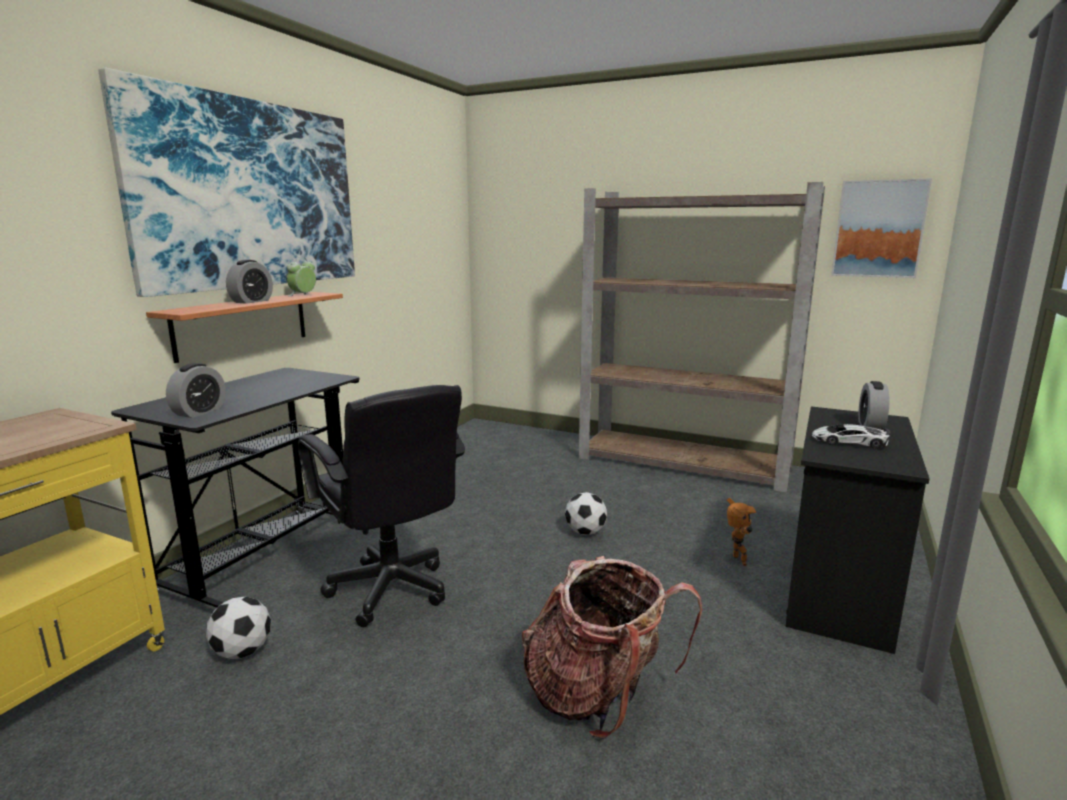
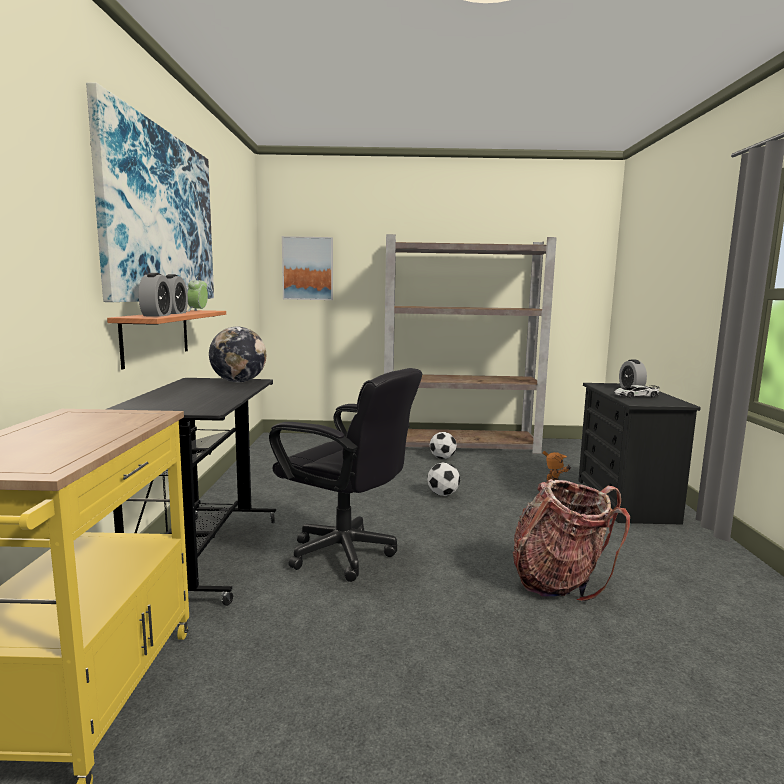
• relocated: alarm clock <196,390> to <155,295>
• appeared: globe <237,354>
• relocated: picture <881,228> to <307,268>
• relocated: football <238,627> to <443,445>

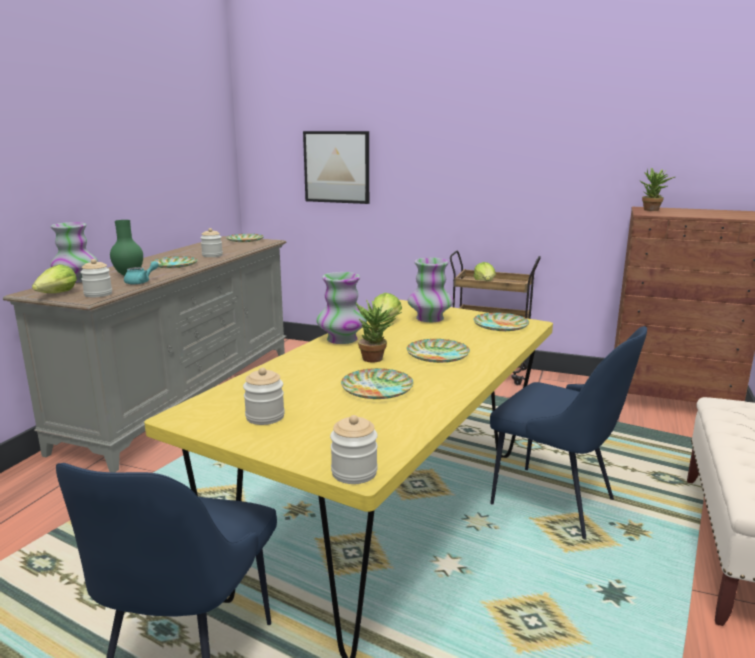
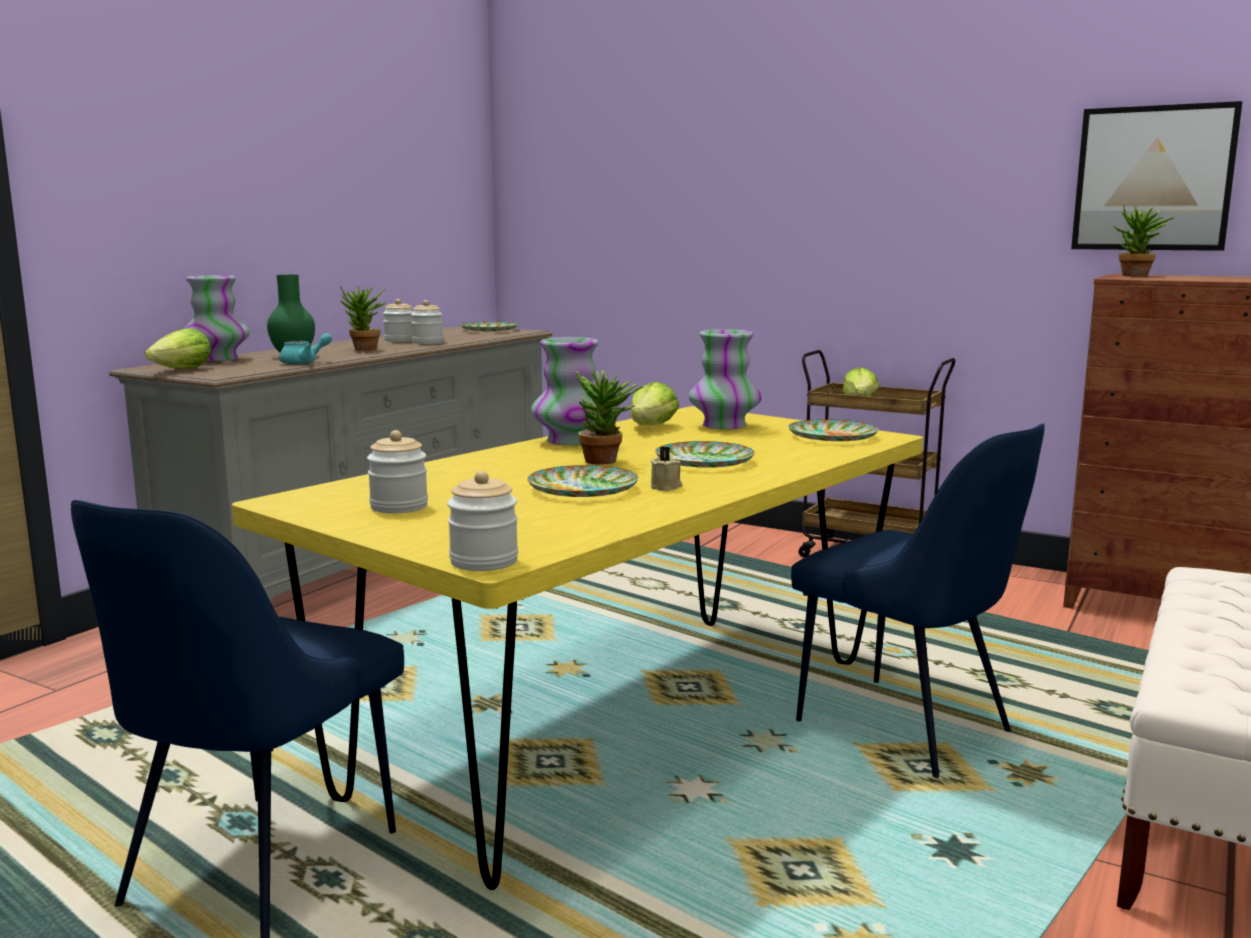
• exchanged: plate <174,262> to potted plant <363,318>
• relocated: jar <96,278> to <398,320>
• appeared: beige candle <667,468>
• relocated: picture <336,167> to <1157,176>

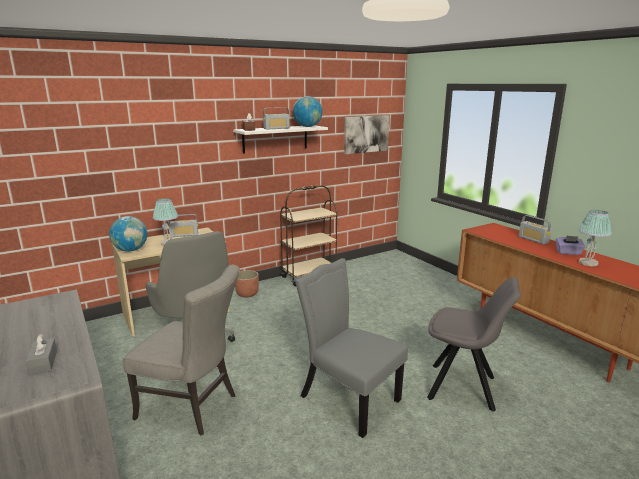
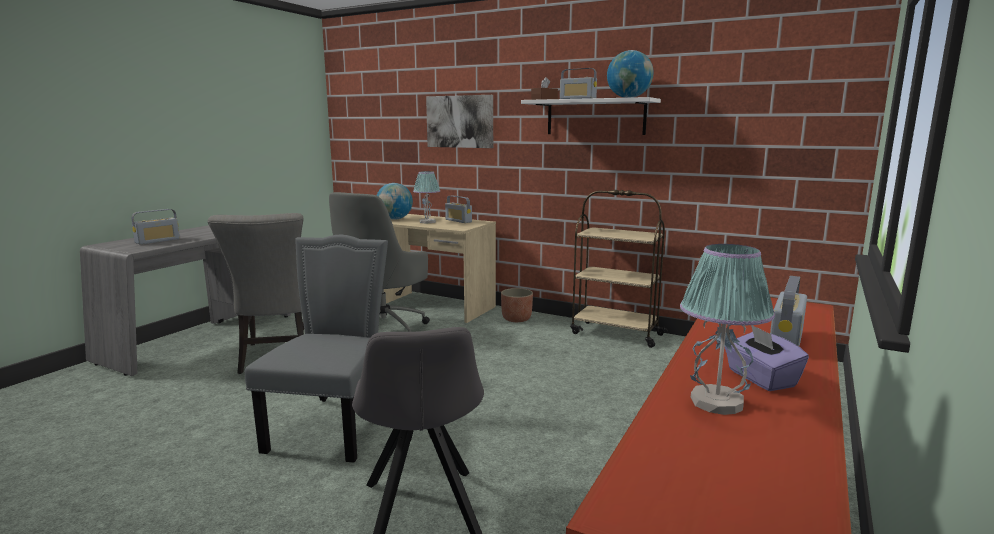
• exchanged: grey tissue box <41,354> to radio <156,226>
• relocated: picture <366,134> to <459,121>

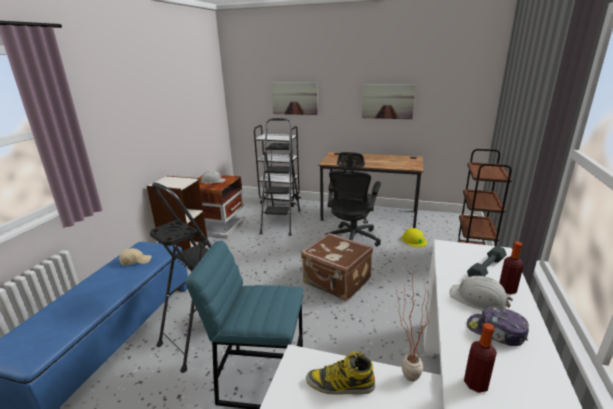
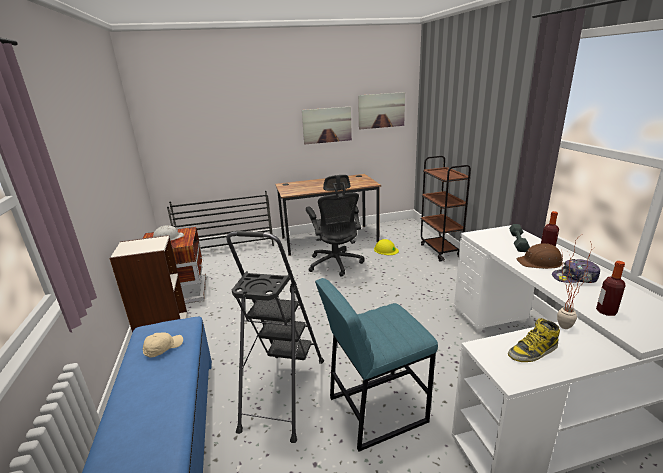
• exchanged: white cart <277,166> to black shoe rack <220,220>
• relocated: picture <294,98> to <381,111>
• colour: white hard hat <481,293> to brown hard hat <539,256>
• missing: step ladder <280,177>
• missing: brown suitcase <337,267>

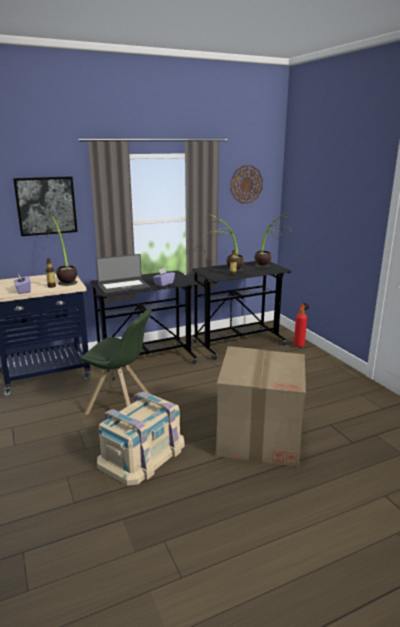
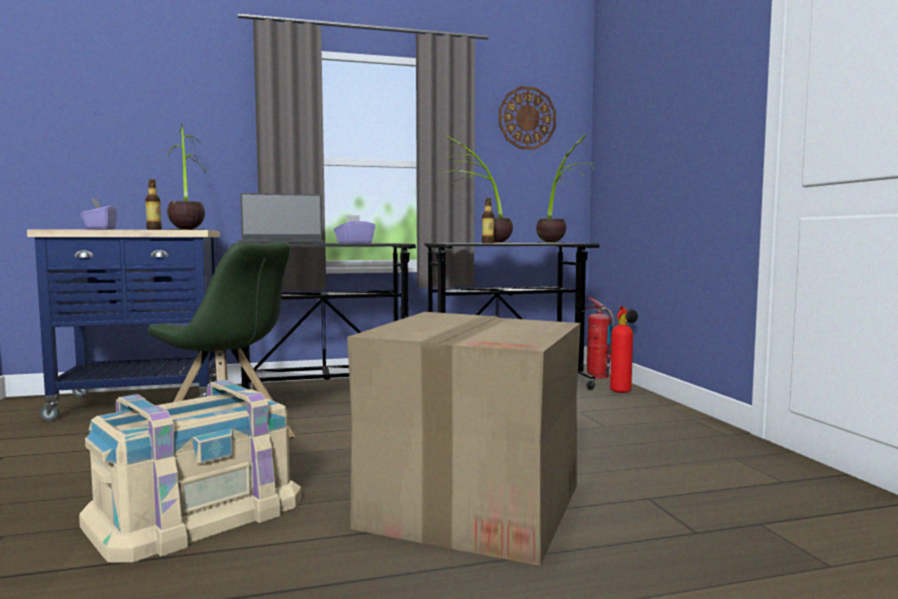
• appeared: fire extinguisher <600,338>
• missing: picture <45,206>

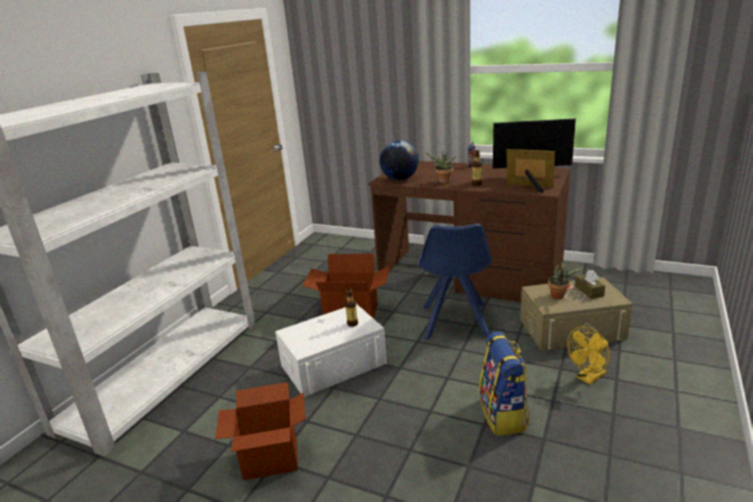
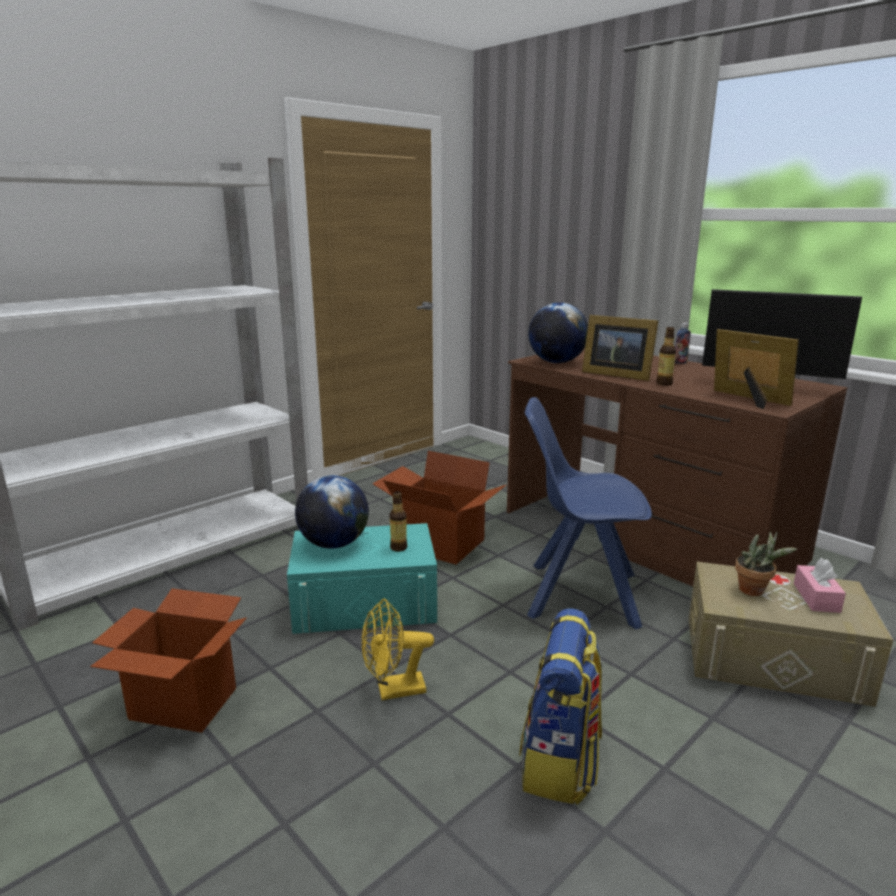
• colour: white storage box <331,350> to turquoise storage box <362,578>
• appeared: globe <332,512>
• relocated: yellow fan <588,355> to <397,649>
• spun: blue chair <455,281> = <588,513> 75 degrees clockwise
• exchanged: potted plant <441,167> to picture frame <620,348>
• colour: brown tissue box <590,284> to pink tissue box <820,585>

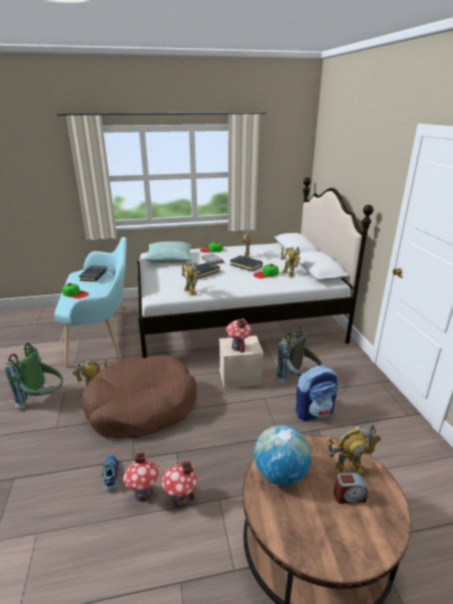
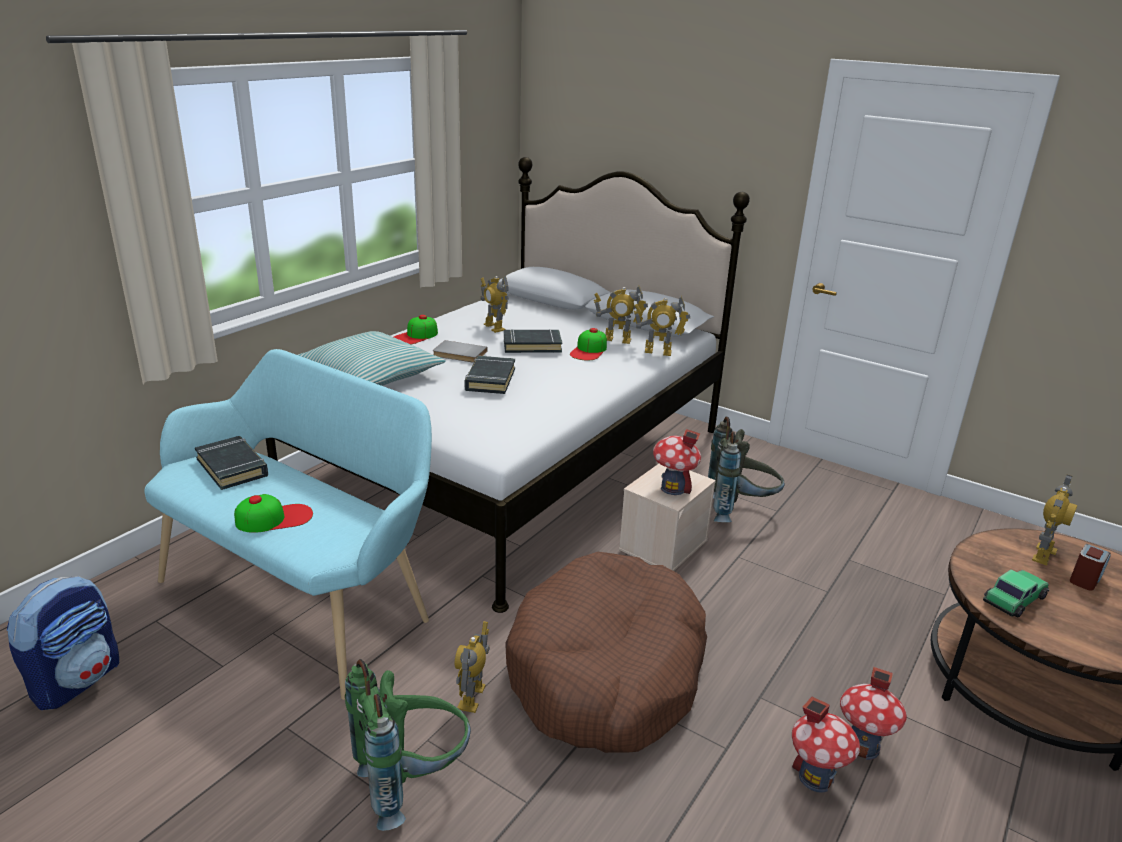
• relocated: backpack <317,393> to <63,643>
• relocated: toy robot <189,278> to <662,326>
• exchanged: globe <282,455> to toy car <1016,594>
• missing: shoe <110,473>

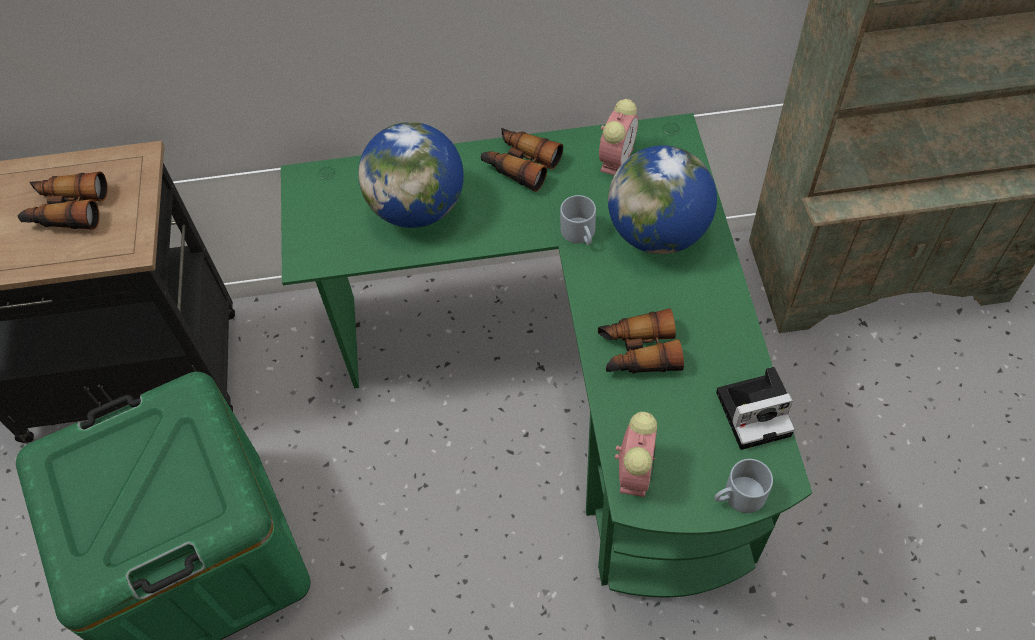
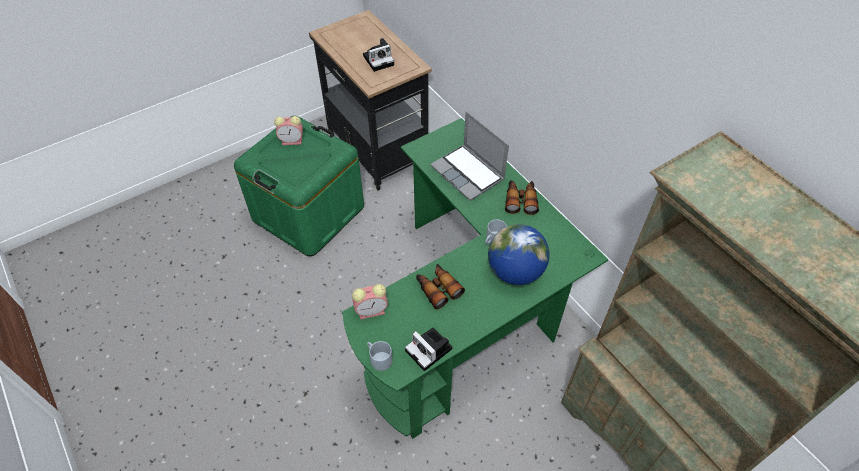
• relocated: alarm clock <618,137> to <288,130>
• exchanged: binoculars <62,200> to photo camera <378,55>
• exchanged: globe <411,175> to laptop <469,156>

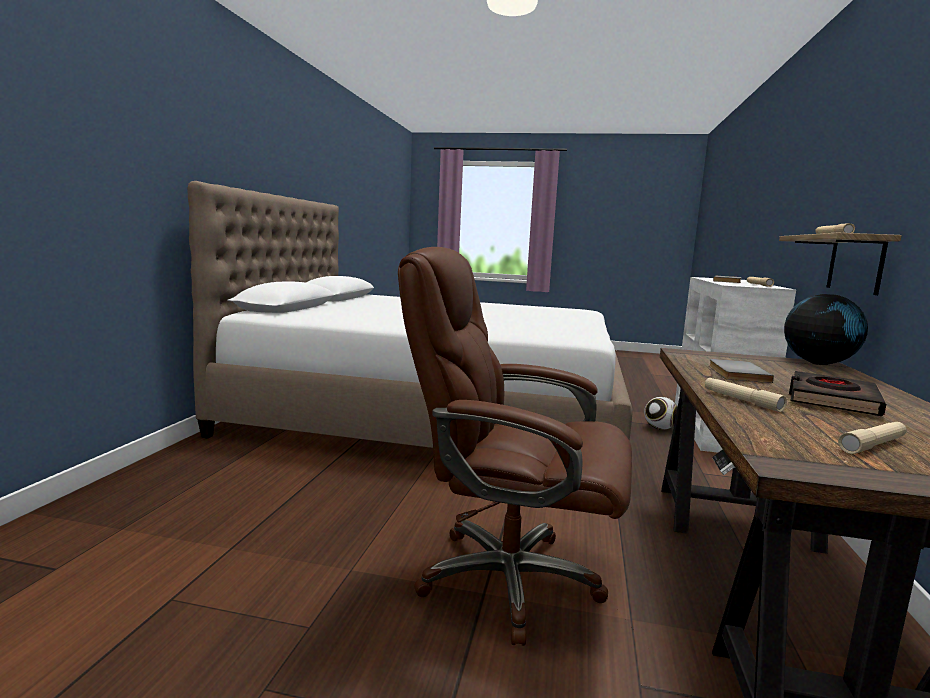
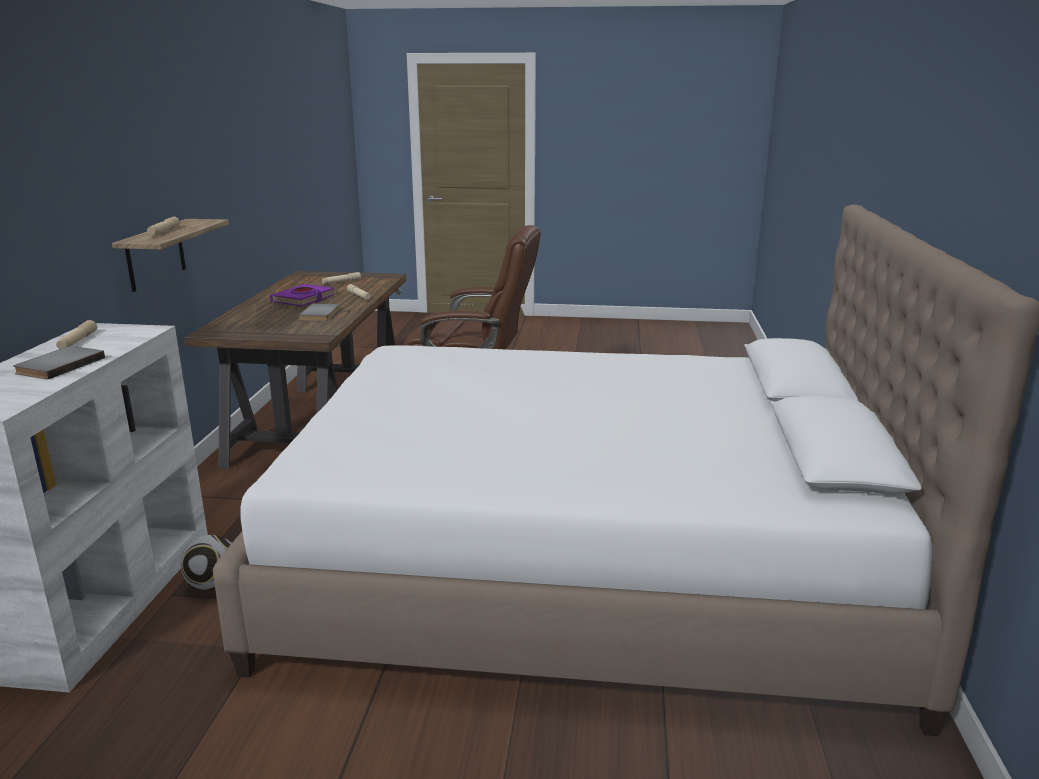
• colour: black book <837,393> to purple book <302,295>
• missing: globe <826,329>

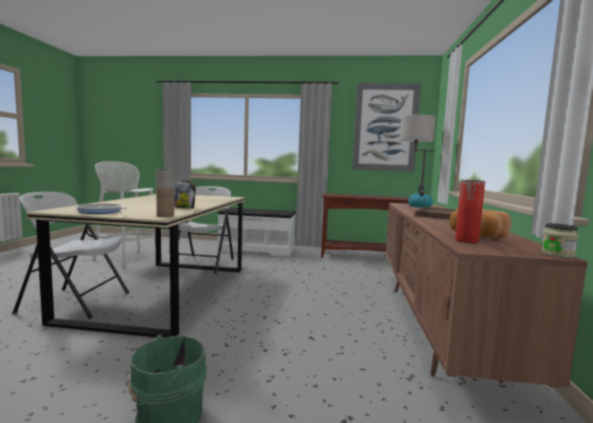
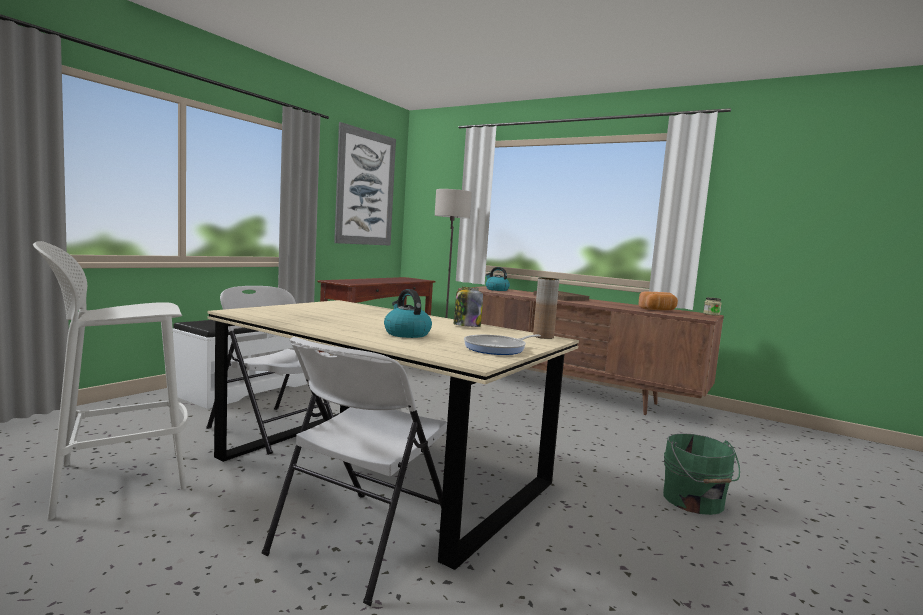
• appeared: kettle <408,313>
• missing: red vase <470,211>

